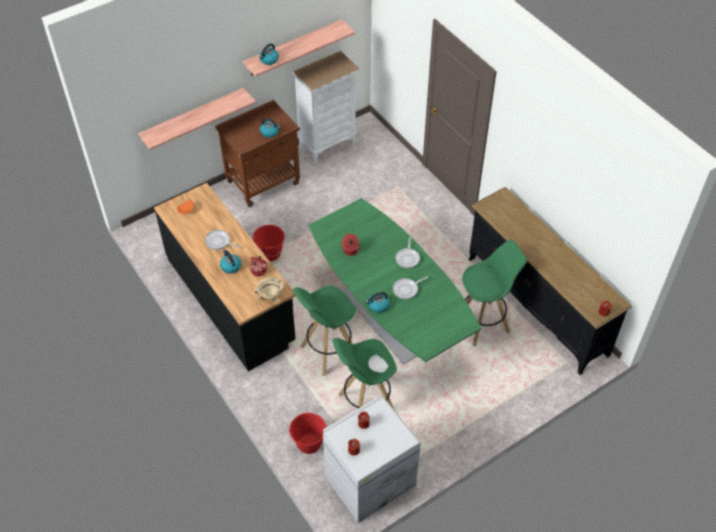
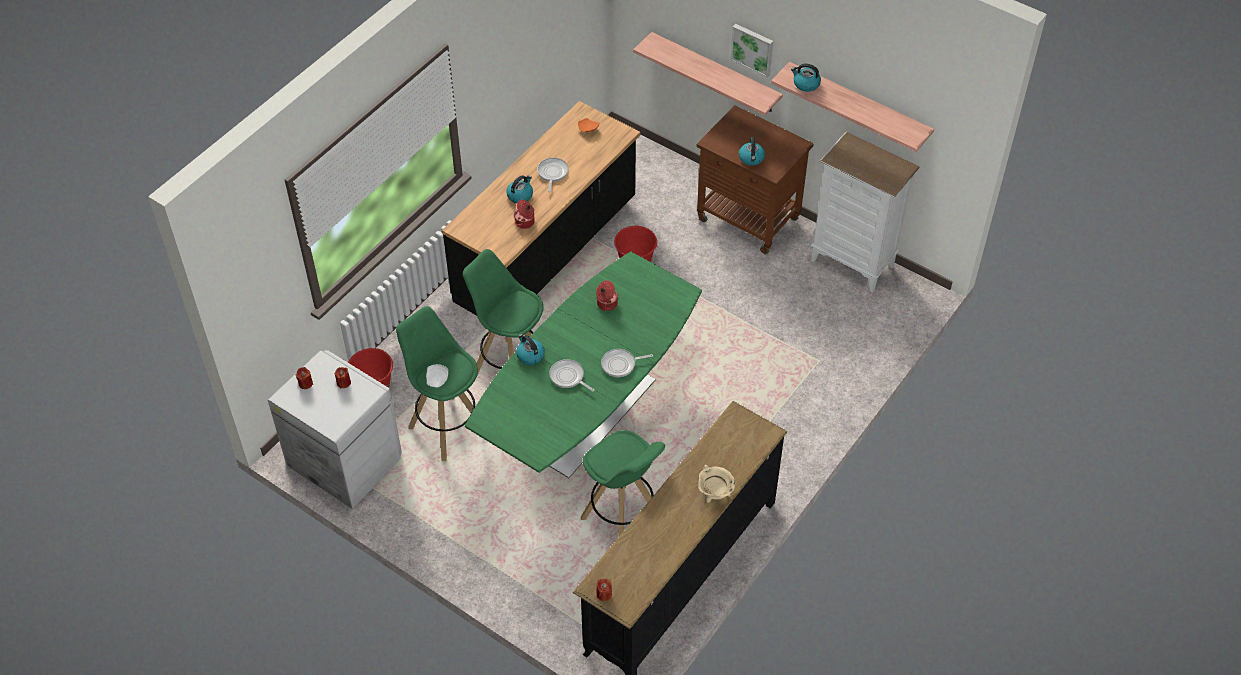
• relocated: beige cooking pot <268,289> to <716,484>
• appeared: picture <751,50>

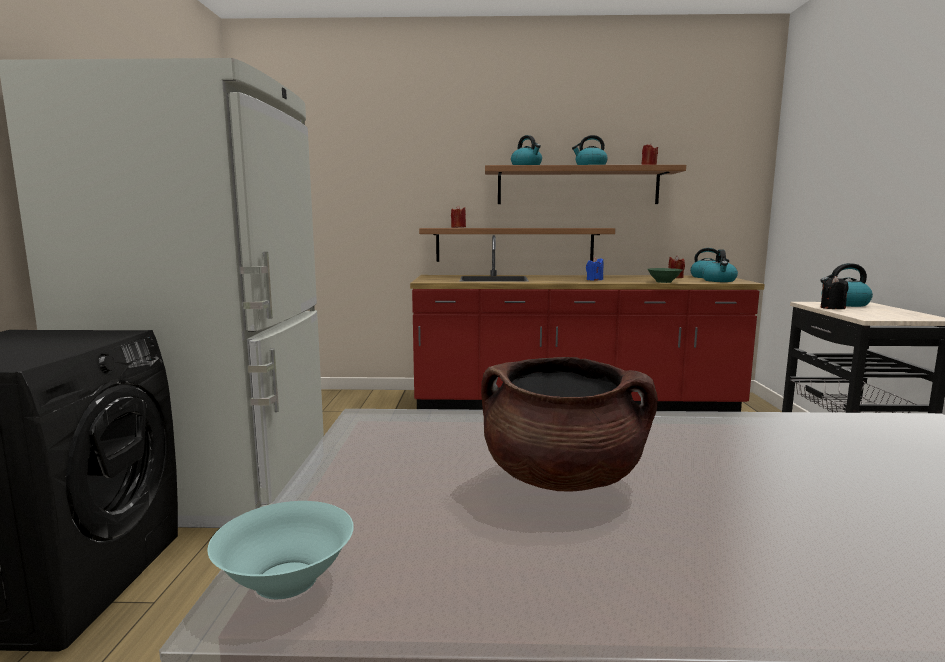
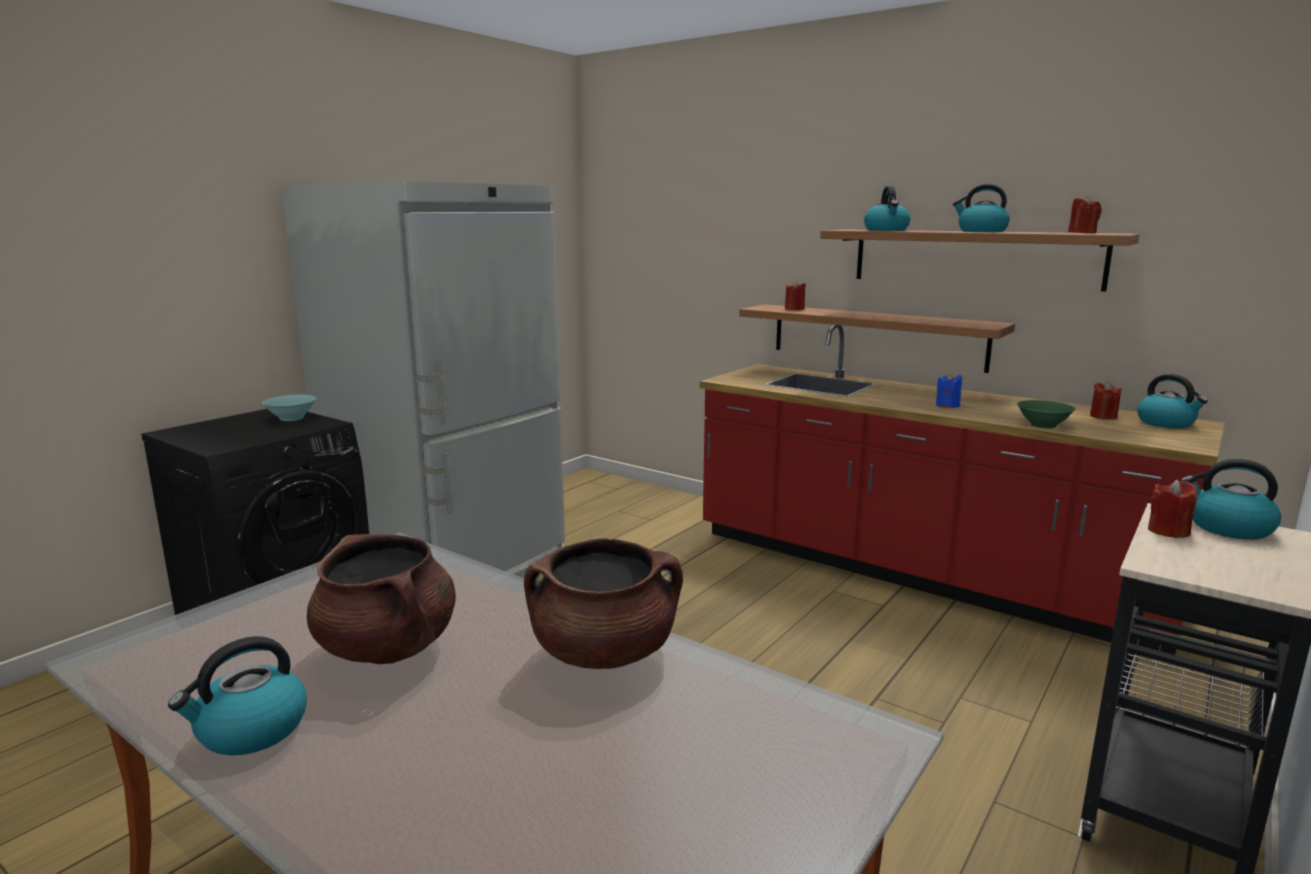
• relocated: kettle <720,265> to <237,695>
• relocated: turquoise bowl <280,550> to <289,408>
• appeared: brown cooking pot <603,603>
• colour: black candle <834,292> to red candle <1172,508>

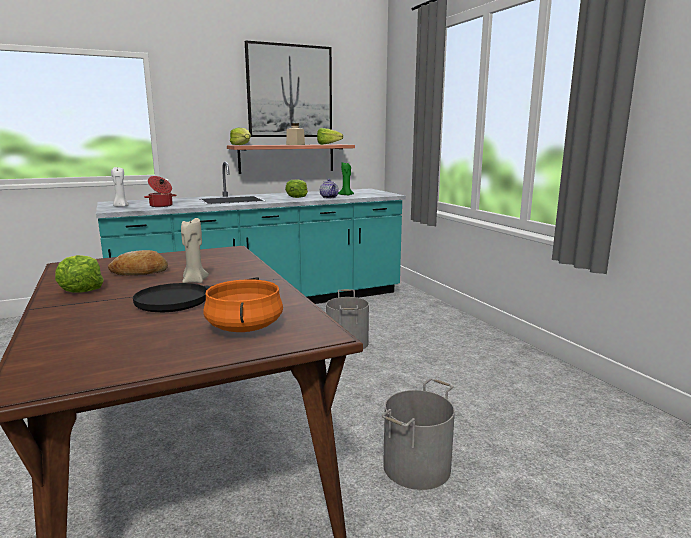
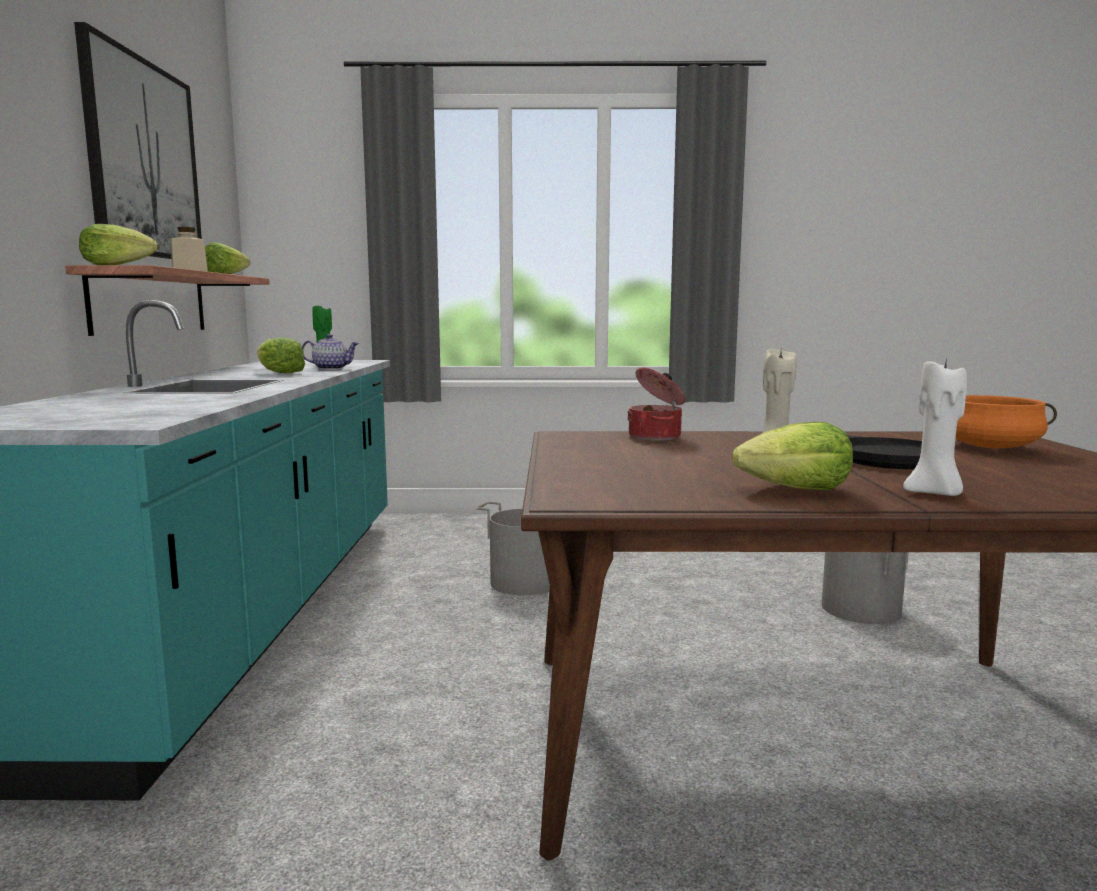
• relocated: cooking pot <160,191> to <656,404>
• relocated: white candle <120,187> to <935,426>
• missing: bread <138,262>

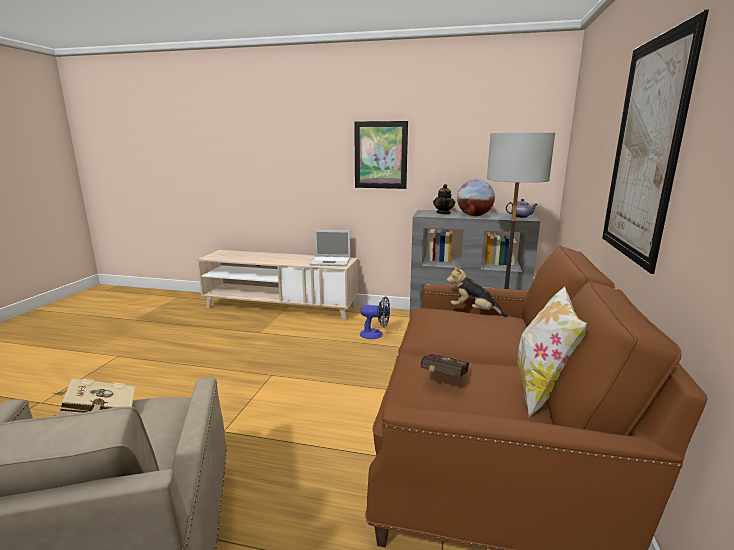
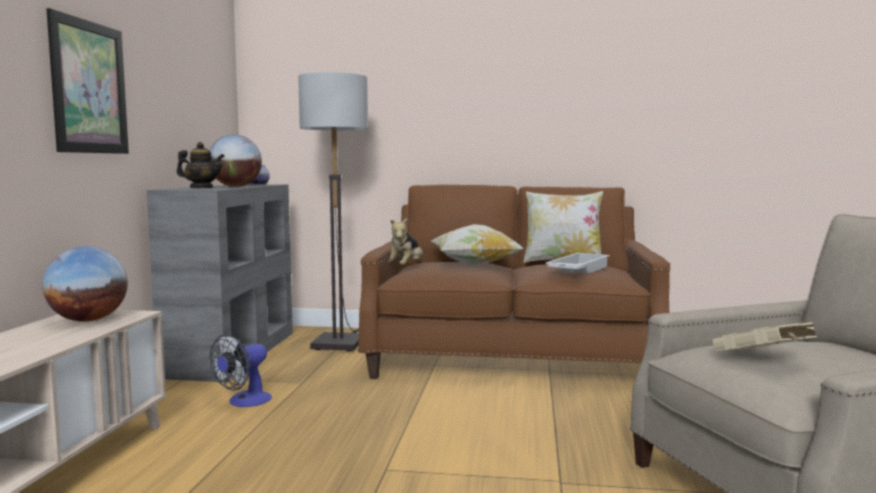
• exchanged: laptop <329,248> to globe <85,284>
• spun: fan <375,317> = <240,370> 150 degrees counterclockwise
• appeared: pillow <478,244>
• exchanged: red book <444,366> to white tray <577,263>
• missing: picture <655,142>

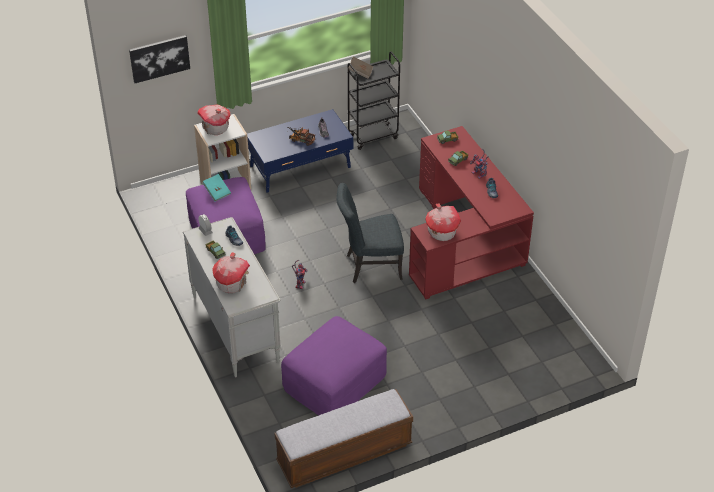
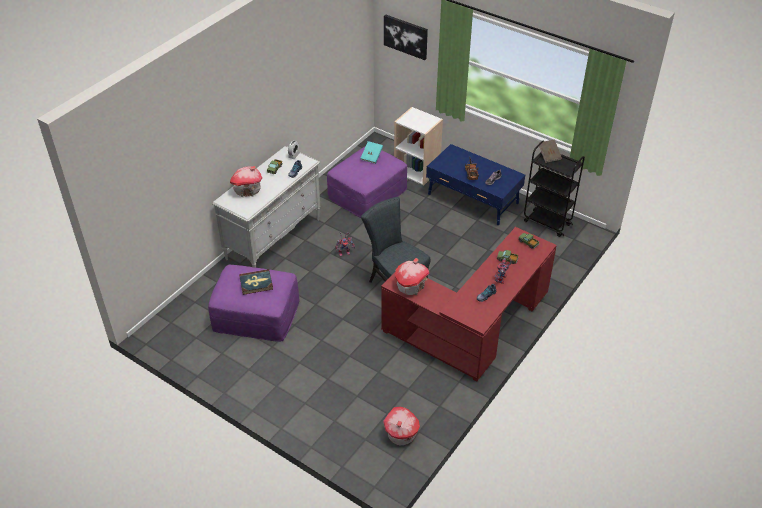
• appeared: book <256,282>
• relocated: toy house <214,119> to <401,426>
• missing: bench <343,438>

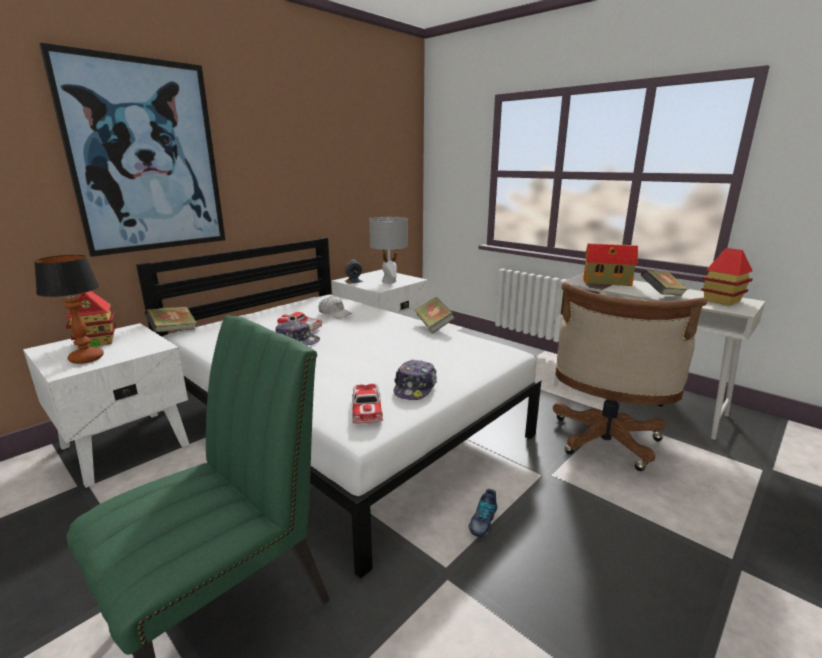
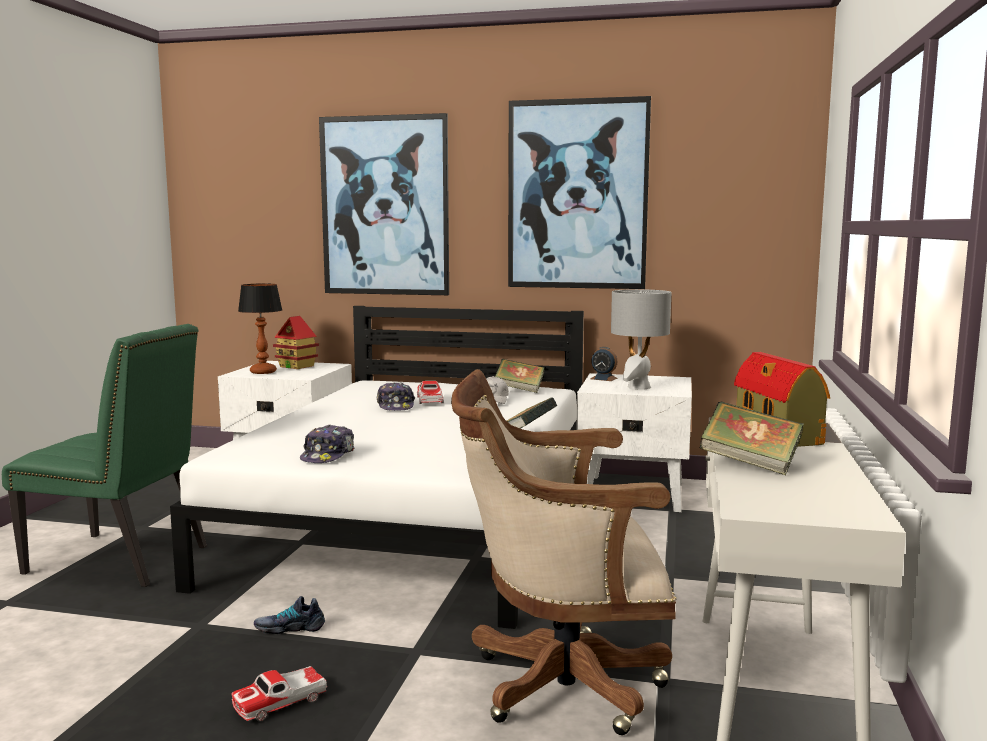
• relocated: toy car <367,403> to <279,694>
• spun: cap <415,379> = <327,444> 60 degrees counterclockwise
• relocated: book <171,319> to <520,376>
• appeared: picture <579,192>
• missing: toy house <727,276>

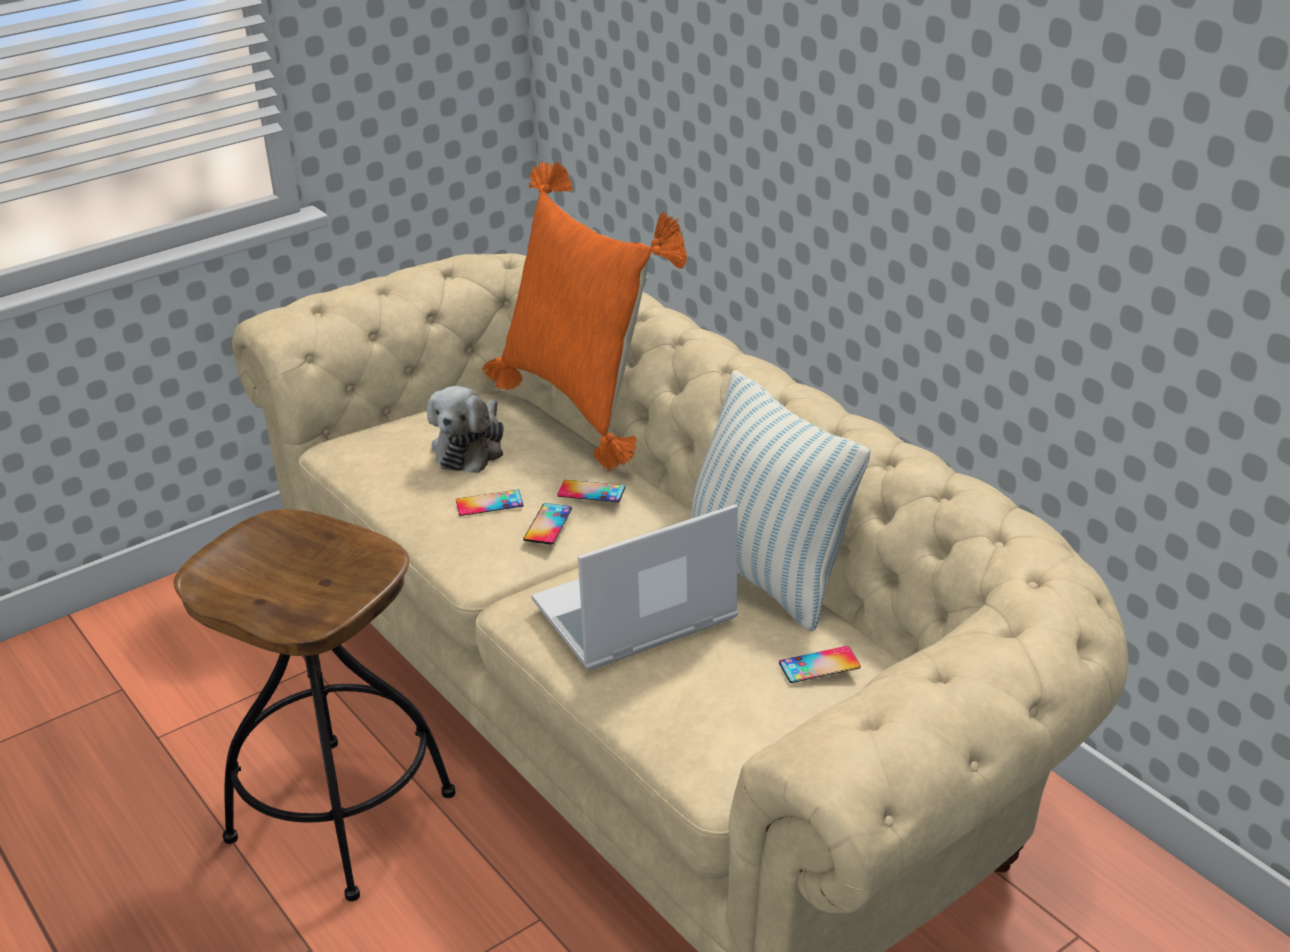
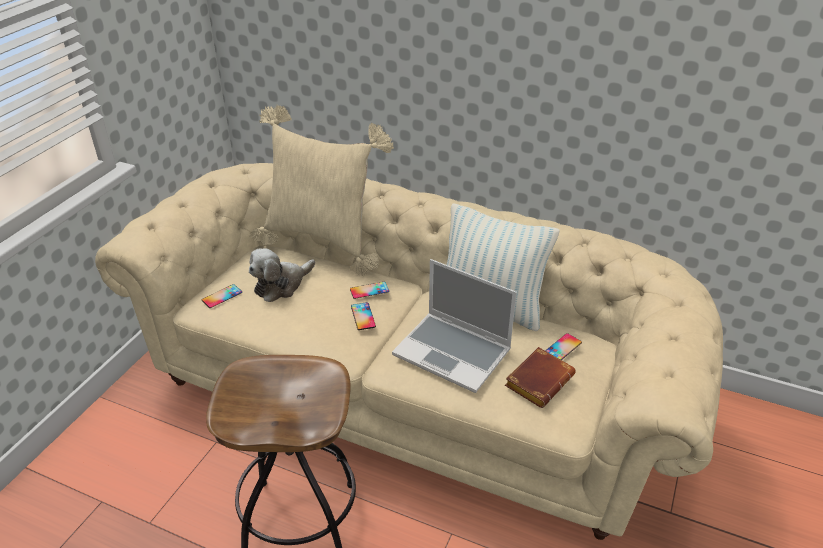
• relocated: phone <489,503> to <221,296>
• colour: orange pillow <585,316> to beige pillow <321,191>
• spun: plush toy <465,429> = <282,275> 60 degrees clockwise
• spun: laptop <635,587> = <454,326> 90 degrees counterclockwise
• appeared: brown book <540,377>

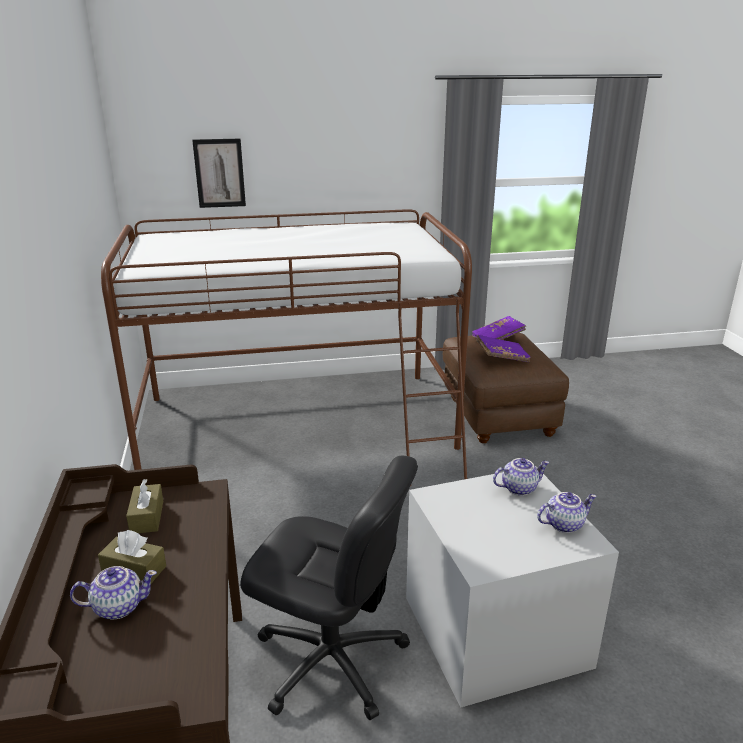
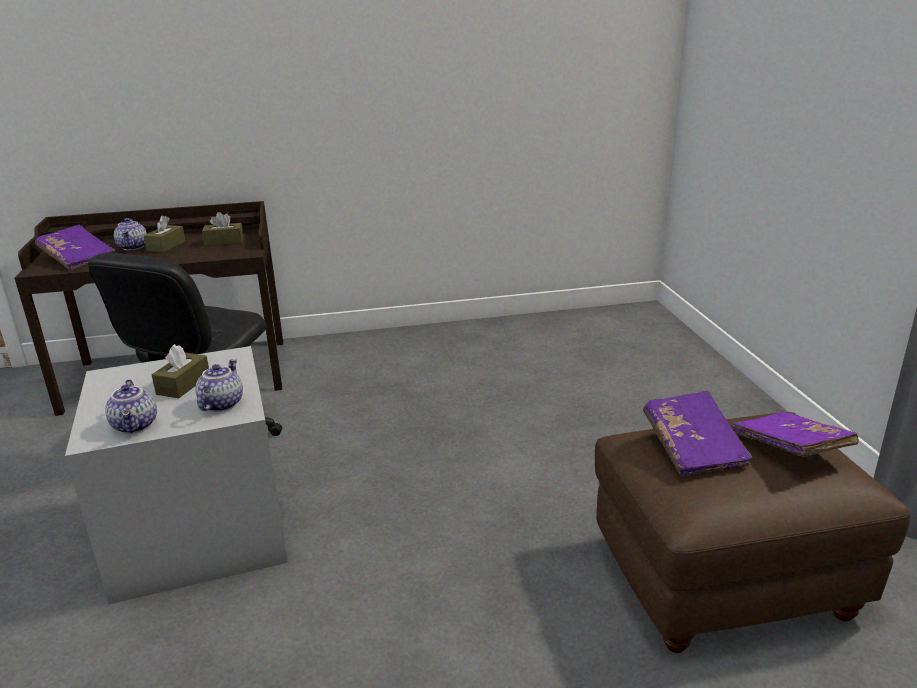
• appeared: purple book <75,247>
• appeared: brown tissue box <180,371>
• spun: teapot <521,477> = <219,385> 150 degrees counterclockwise
• missing: brown bed <286,344>
• missing: picture <219,173>

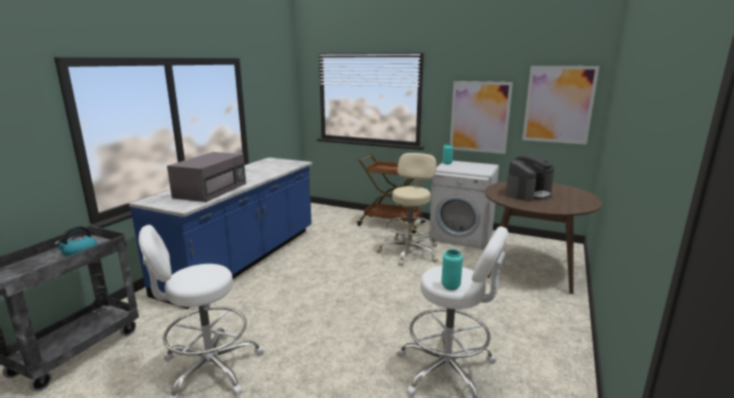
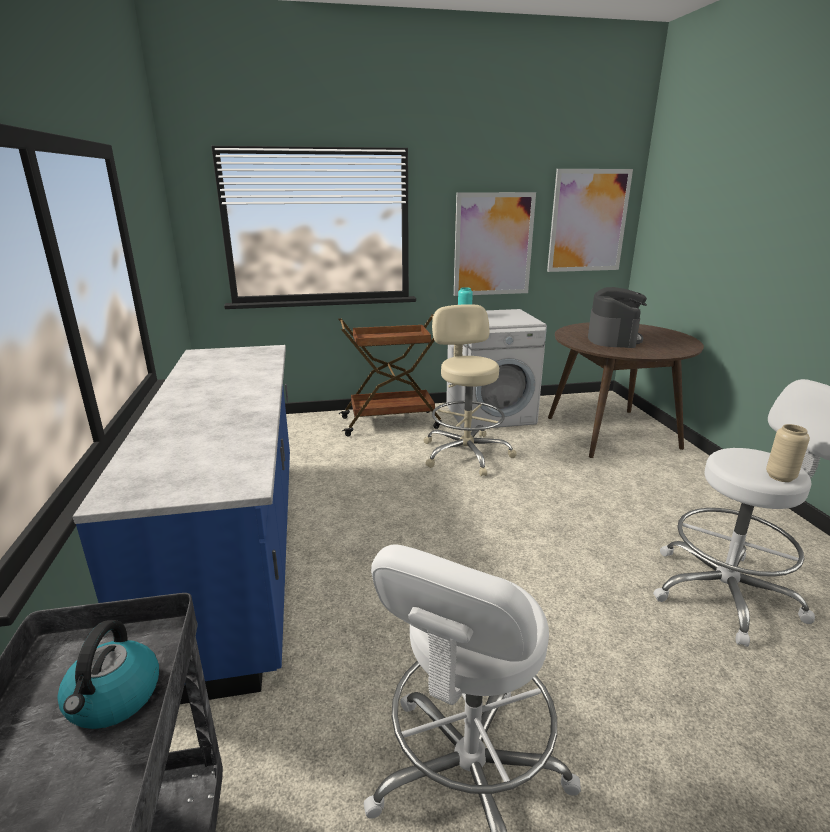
• colour: turquoise vase <452,269> to beige vase <788,453>
• missing: grey microwave <206,177>

